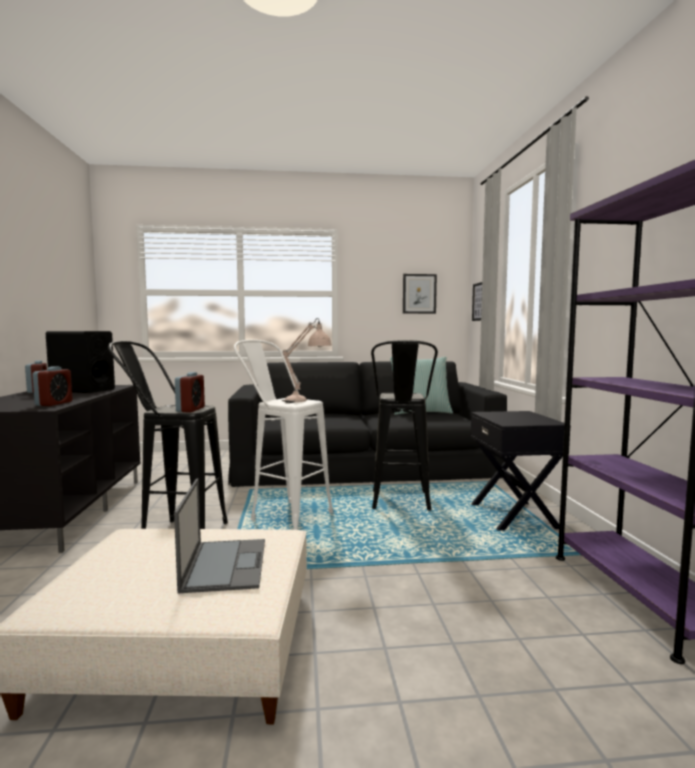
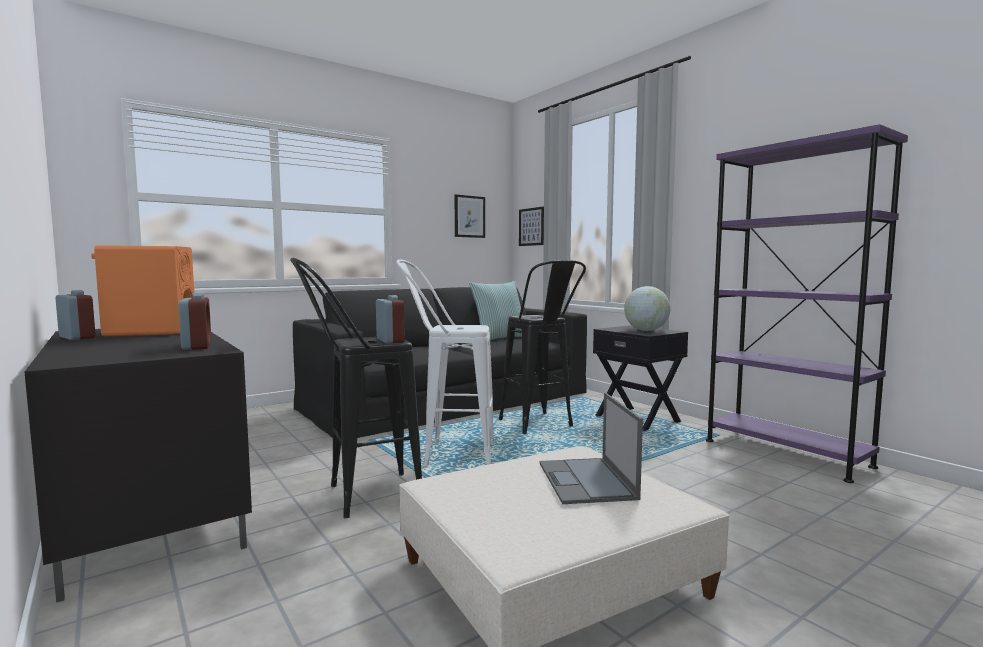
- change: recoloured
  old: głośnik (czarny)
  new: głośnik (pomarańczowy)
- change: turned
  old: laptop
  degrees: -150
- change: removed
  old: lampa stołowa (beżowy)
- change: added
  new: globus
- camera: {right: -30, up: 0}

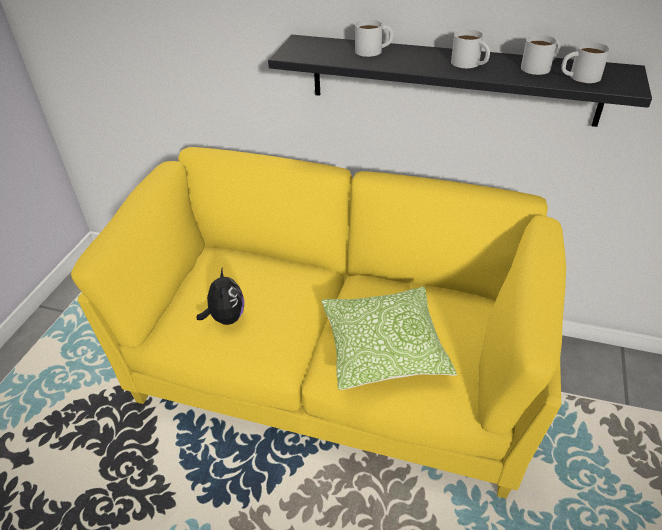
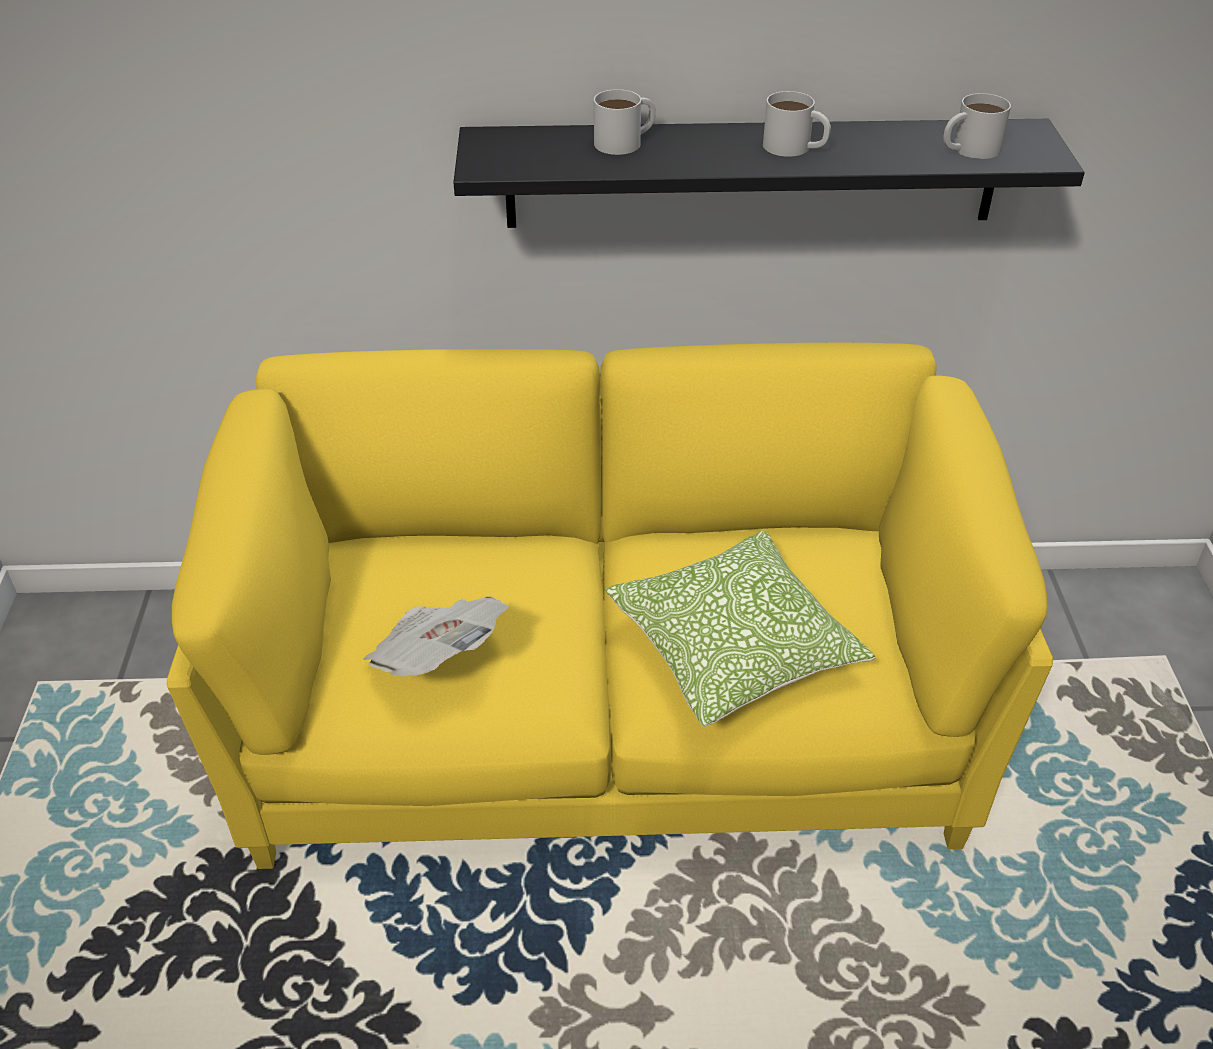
- change: replaced
  old: pluszak
  new: gazeta
- change: removed
  old: kubek (biały) (3rd from left)
- camera: {right: -20, up: 0}

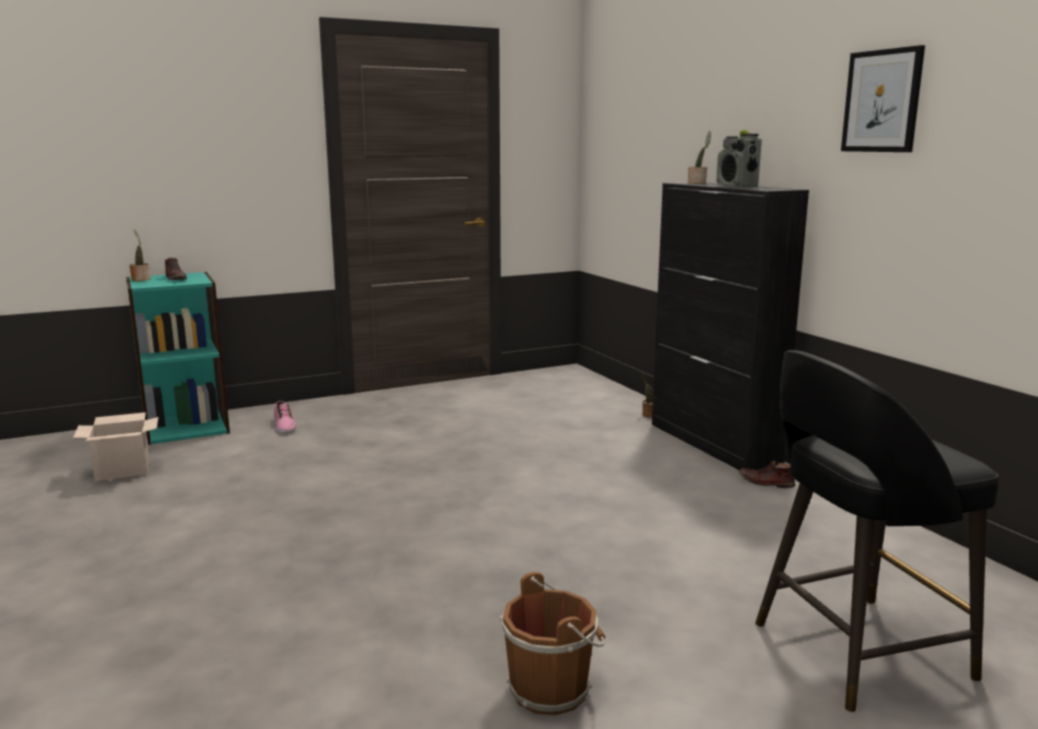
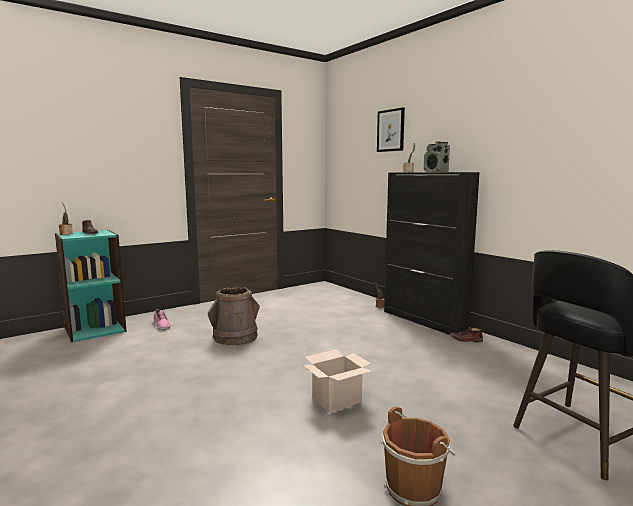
- change: moved
  old: karton
- change: moved
  old: obraz
- change: added
  new: wiadro (brązowy) (1st from left)
- camera: {right: -10, up: -5}

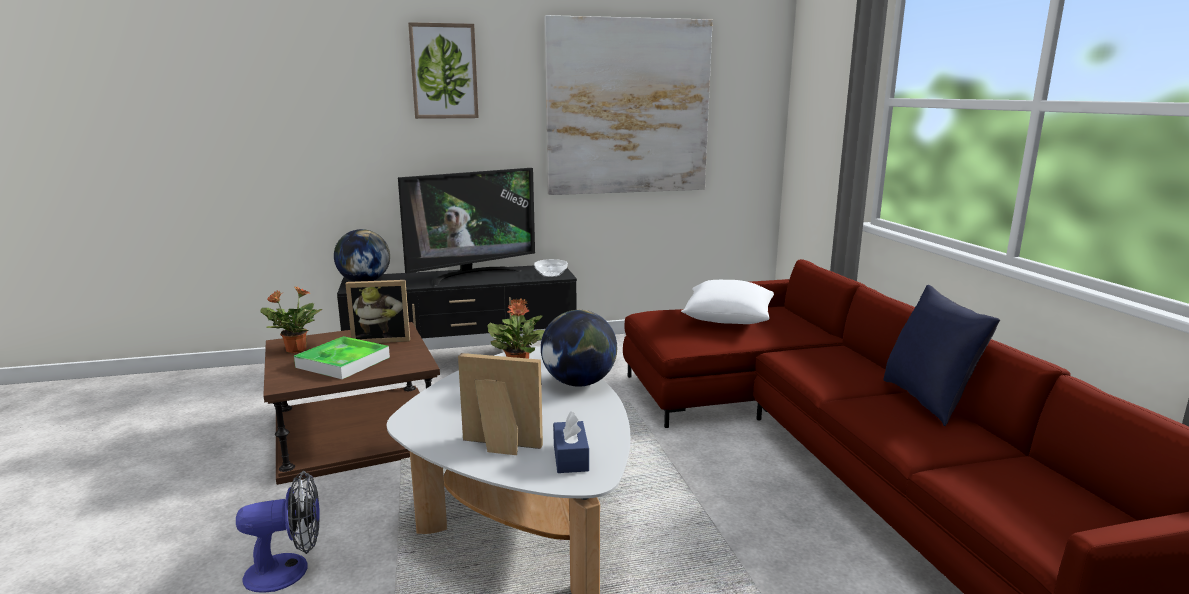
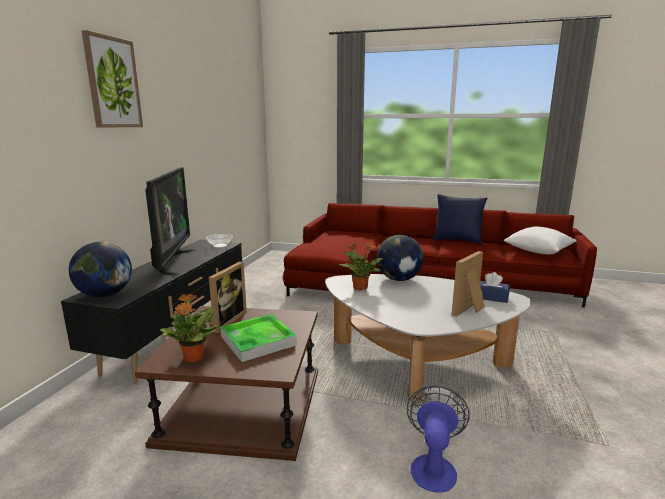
- change: removed
  old: obraz (2nd from left)
- change: moved
  old: poduszka (biały)
- camera: {right: -60, up: 0}

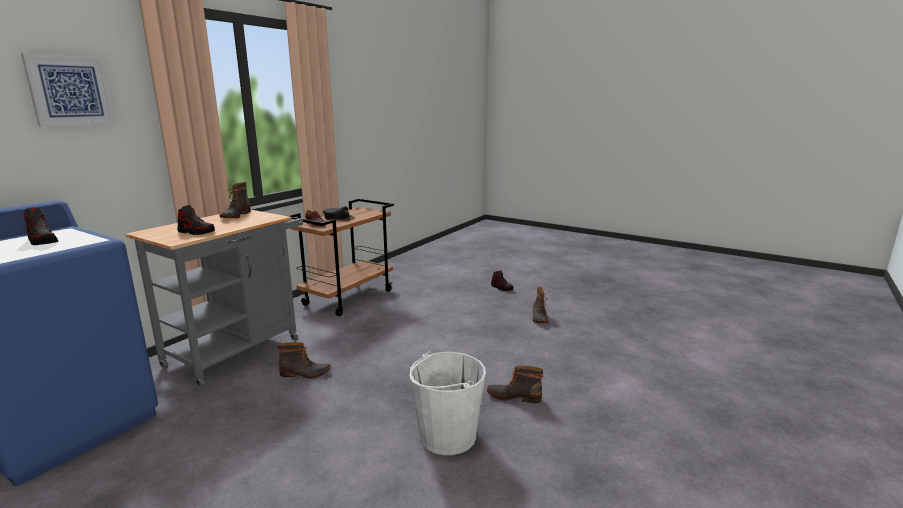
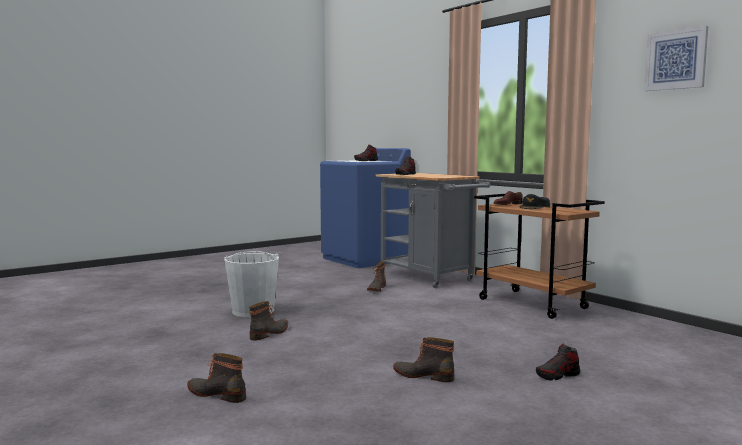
- change: moved
  old: obraz
- change: moved
  old: but z cholewką (1st from left)
- camera: {right: 110, up: -10}

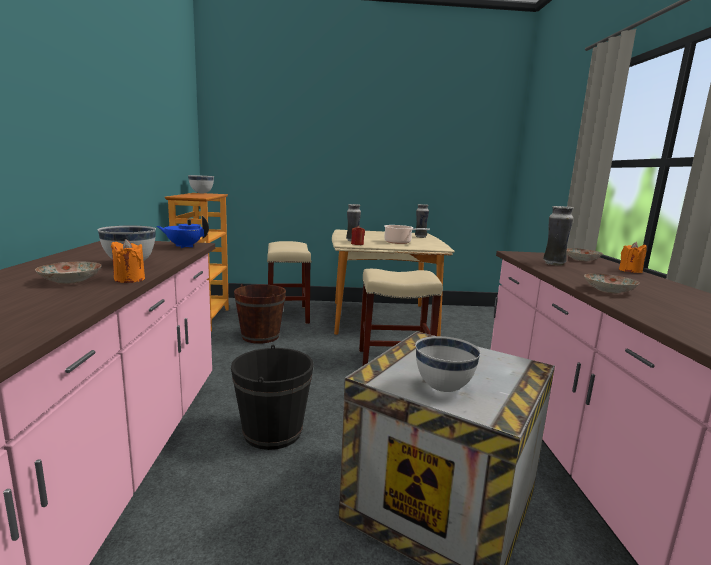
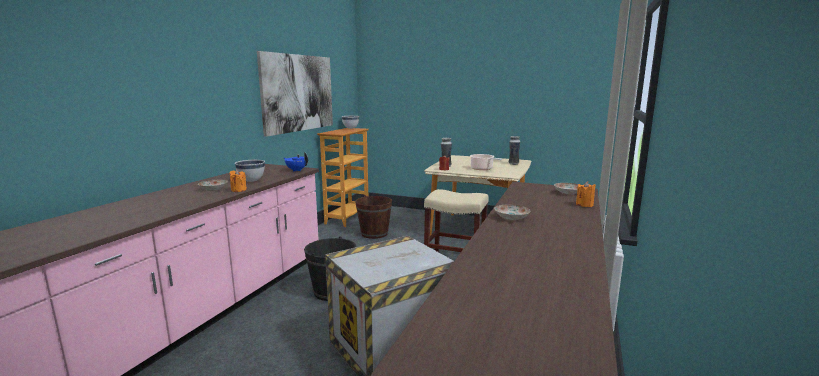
- change: removed
  old: stołek (beżowy) (1st from left)
- change: removed
  old: miska (biały) (3rd from left)
- change: removed
  old: wazon (3rd from left)
- change: added
  new: obraz
- camera: {right: 25, up: 0}

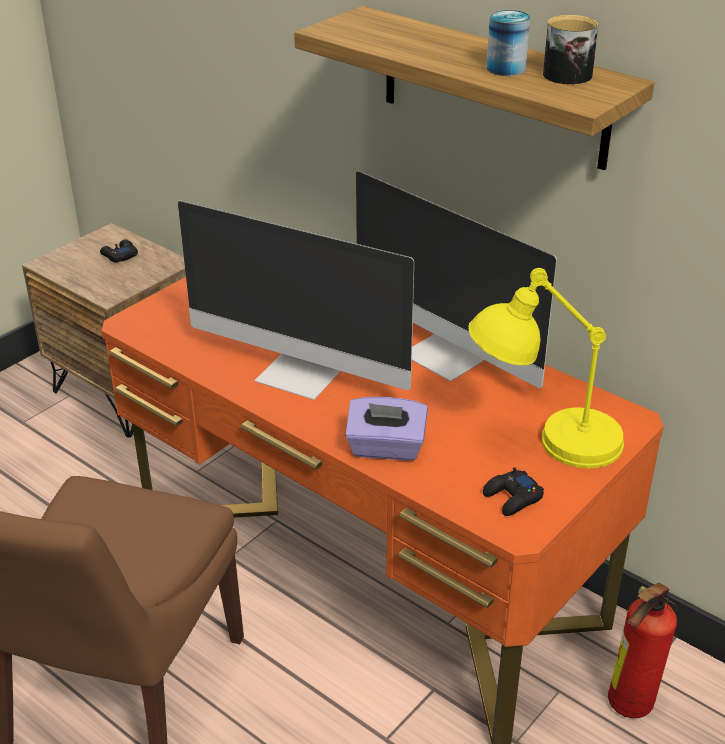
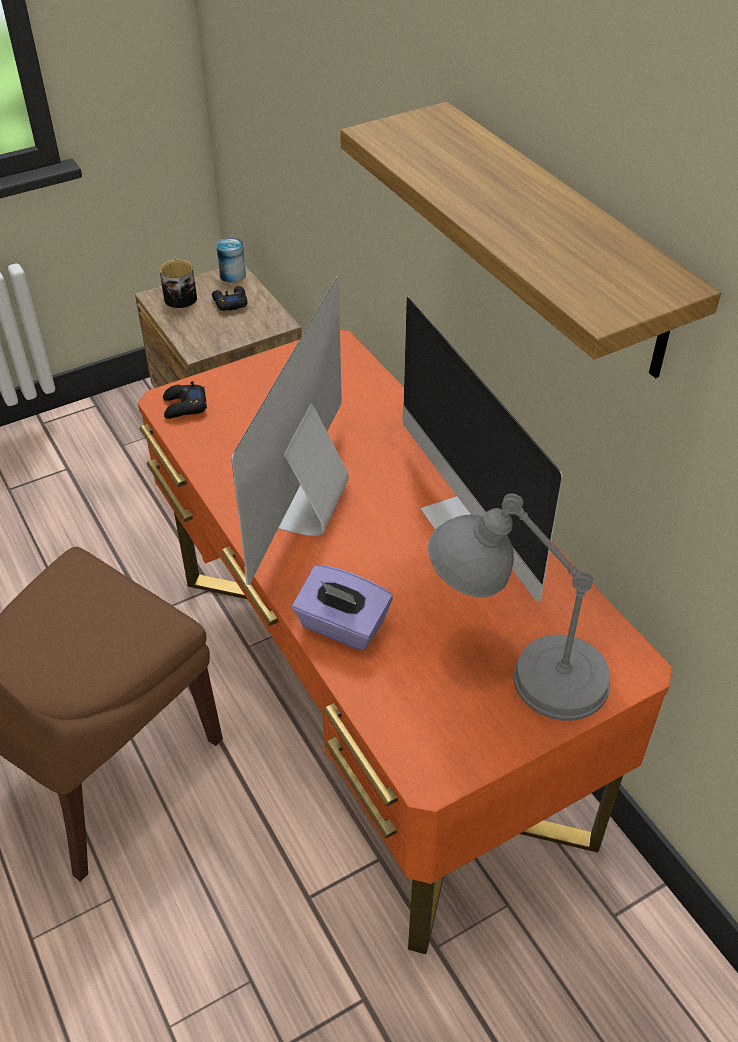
- change: turned
  old: monitor (1st from left)
  degrees: 60
- change: recoloured
  old: lampa stołowa (żółty)
  new: lampa stołowa (szary)
- change: moved
  old: pad do gier (czarny) (2nd from left in the first image)
  new: pad do gier (czarny) (1st from left)
- change: moved
  old: puszka
- change: moved
  old: kubek
- change: removed
  old: gaśnica
- camera: {right: 20, up: 10}

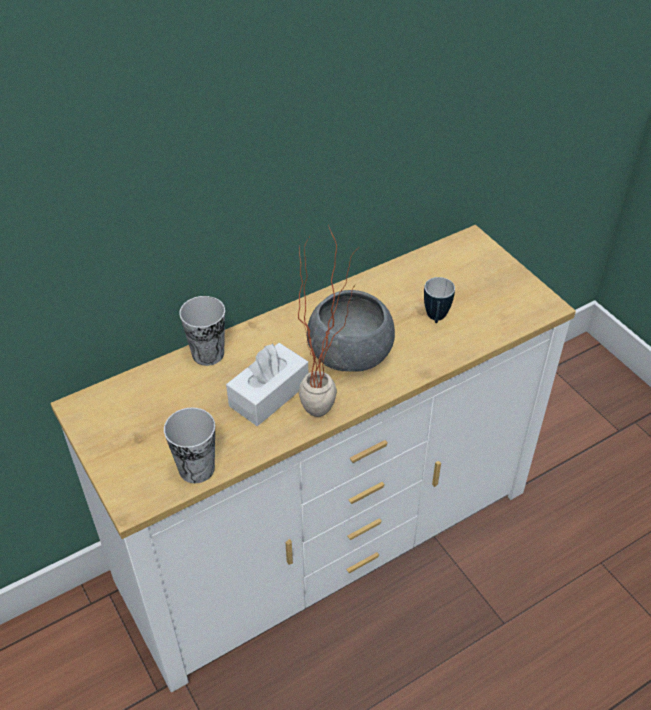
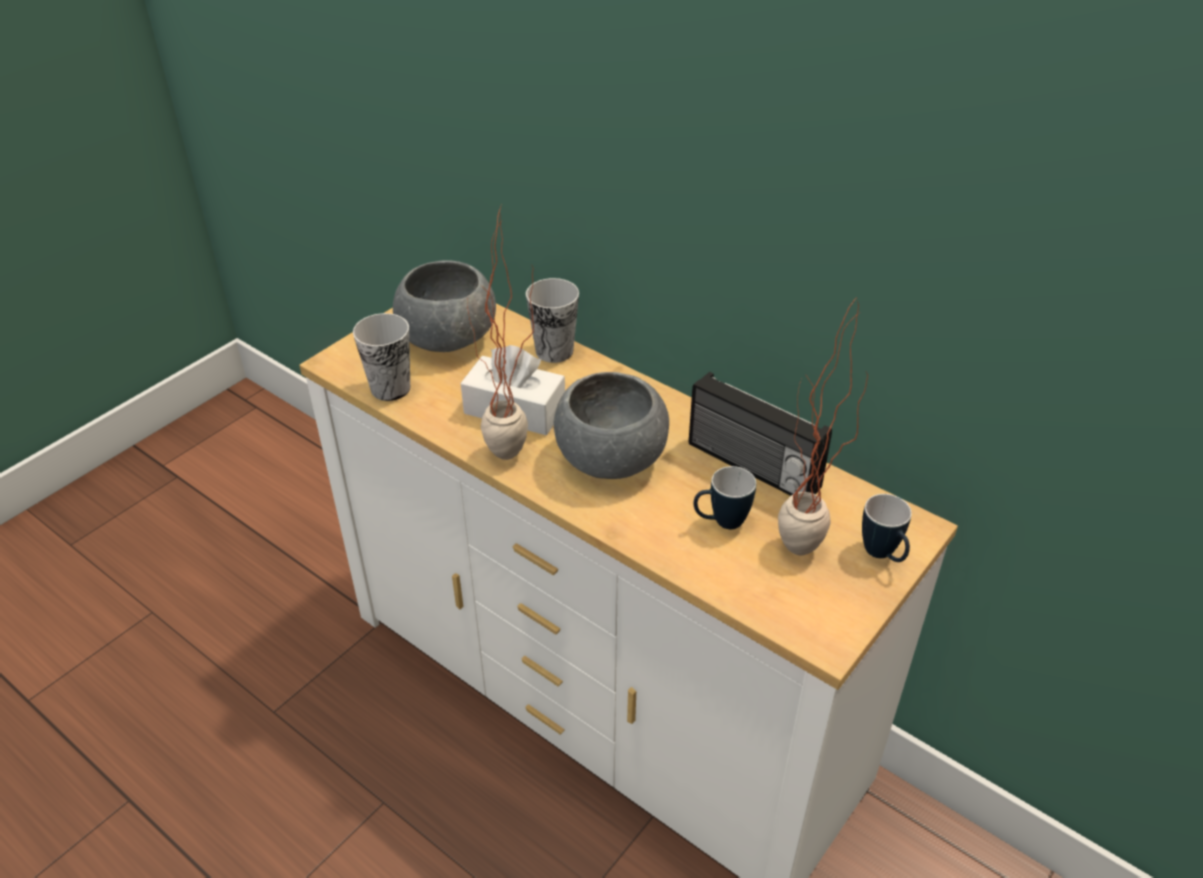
- change: added
  new: miska (szary) (1st from left)
- change: added
  new: radio
- change: added
  new: roślina doniczkowa (2nd from left)
- change: added
  new: kubek (2nd from left)
- camera: {right: 70, up: -5}

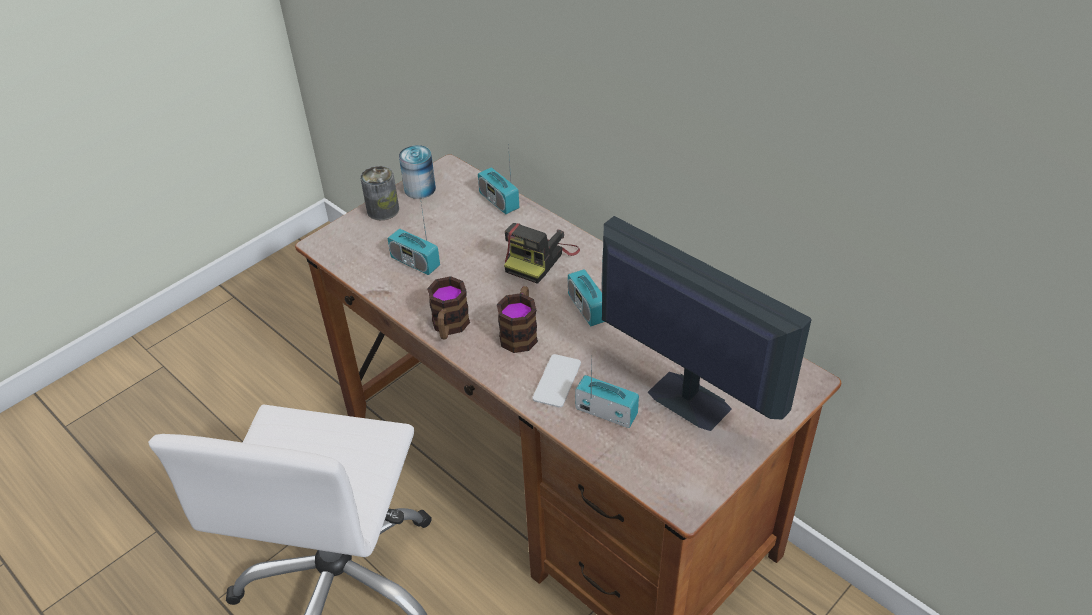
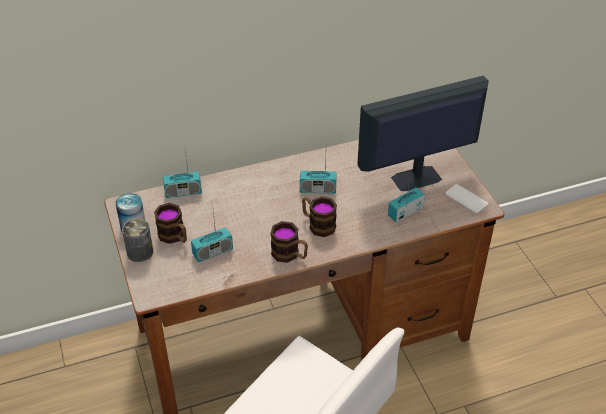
- change: removed
  old: aparat fotograficzny
- change: moved
  old: telefon
- change: added
  new: kubek (1st from left)
- camera: {right: -65, up: 0}

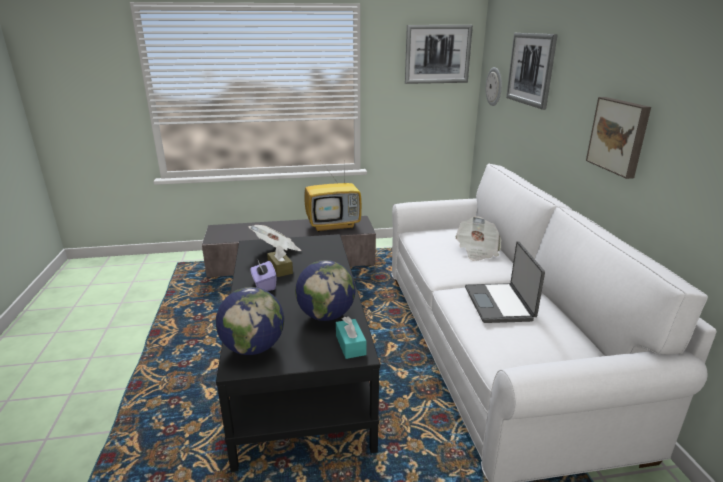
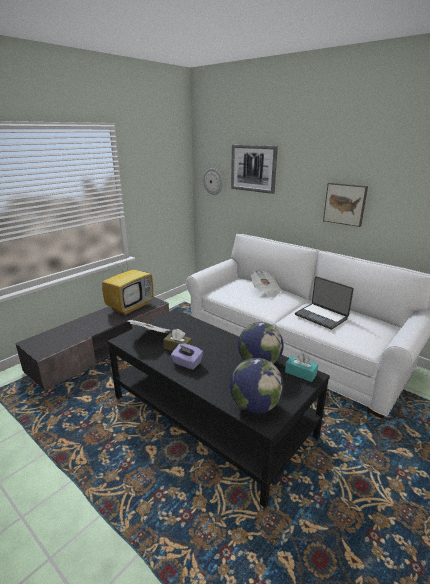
- change: removed
  old: obraz (1st from left)
- camera: {right: -40, up: 0}

